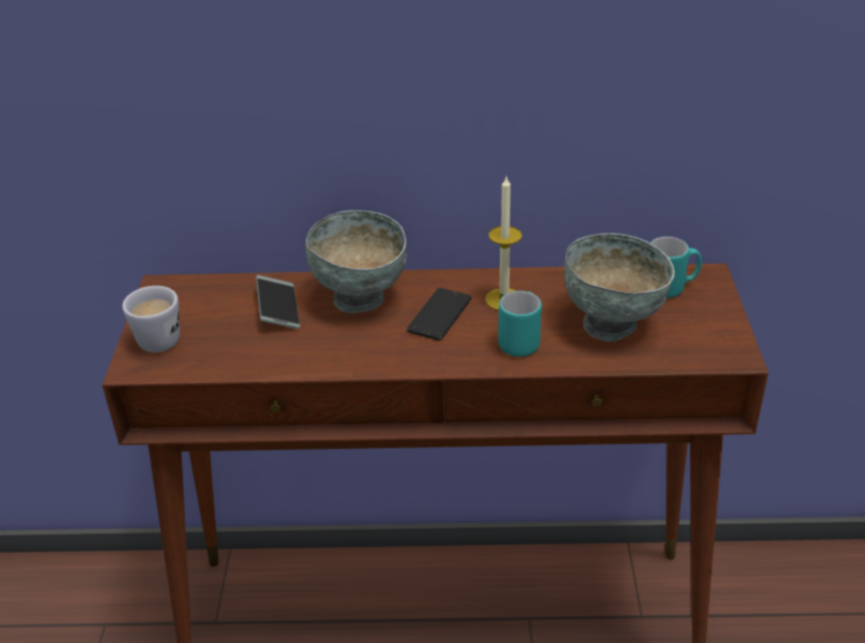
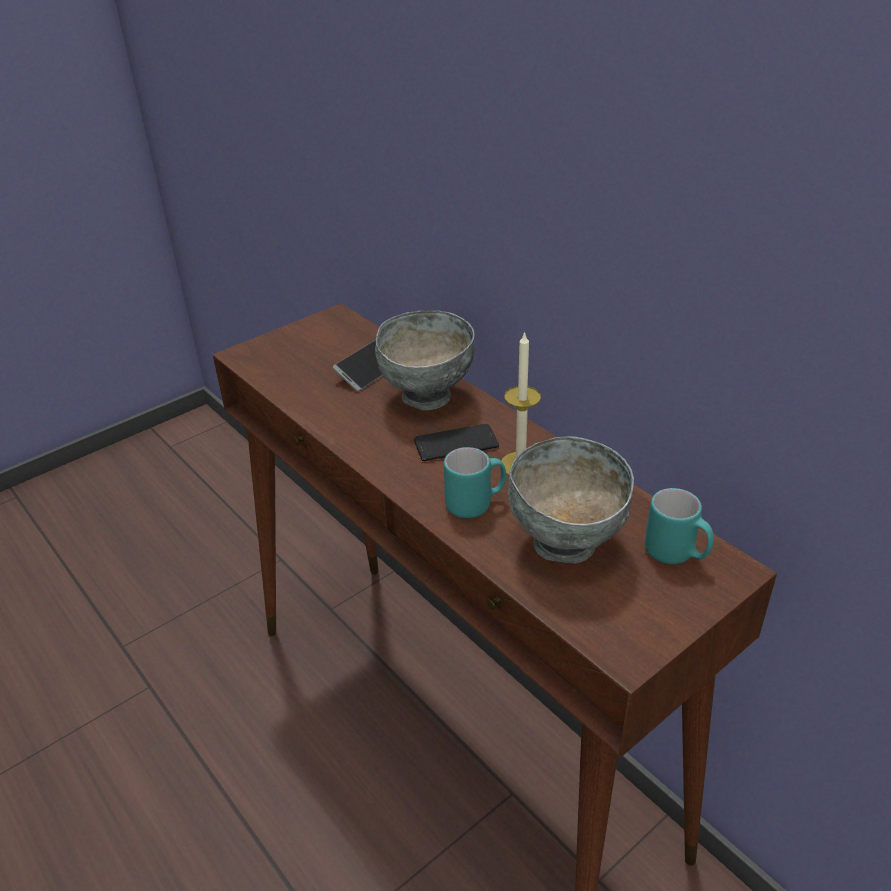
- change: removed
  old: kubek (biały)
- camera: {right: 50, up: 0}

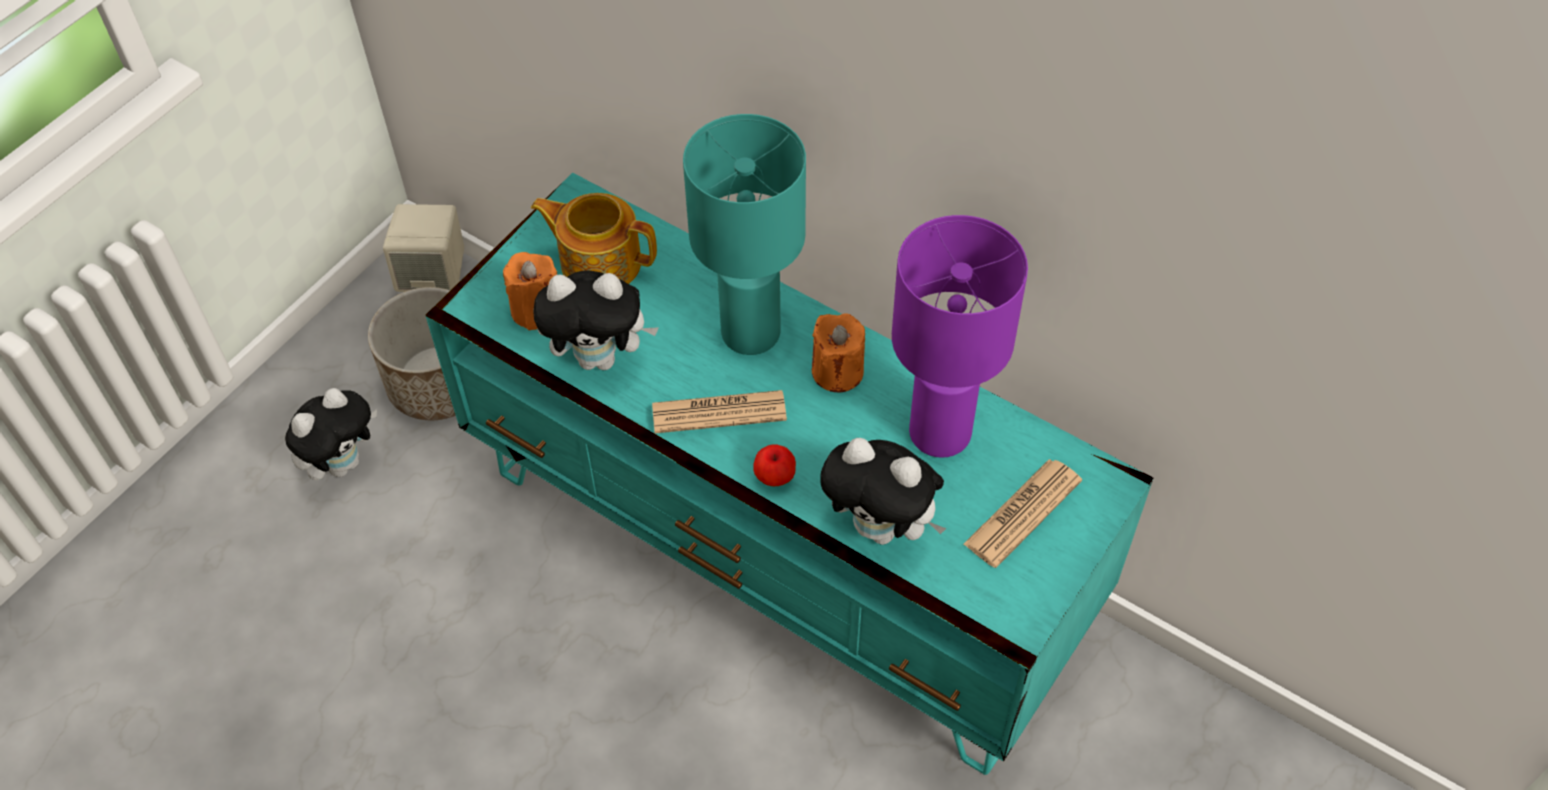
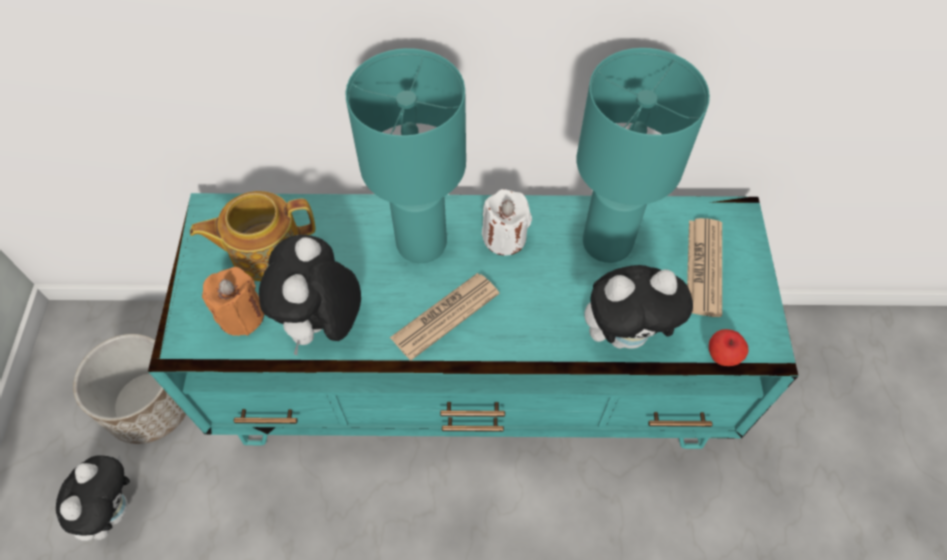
- change: removed
  old: głośnik (beżowy)
- change: turned
  old: pluszak (2nd from left)
  degrees: 135
- change: moved
  old: jabłko
- change: recoloured
  old: świeca (pomarańczowy) (2nd from left)
  new: świeca (biały)
- change: recoloured
  old: lampa stołowa (fioletowy)
  new: lampa stołowa (turkusowy) (2nd from left)
- camera: {right: -35, up: 5}

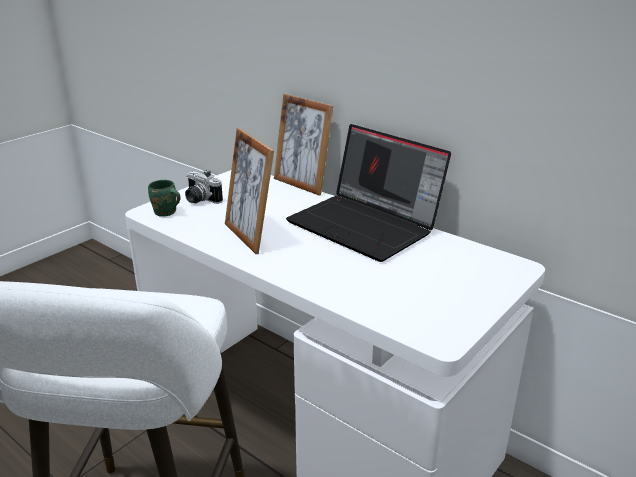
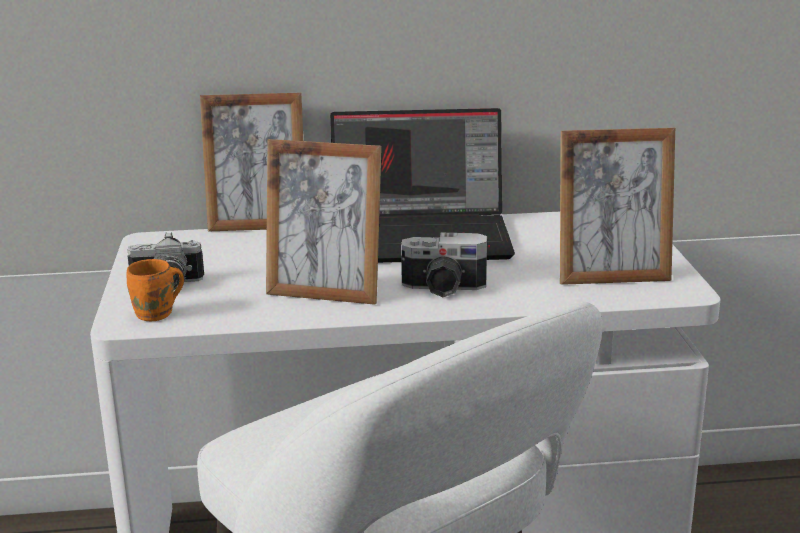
- change: recoloured
  old: kubek (zielony)
  new: kubek (pomarańczowy)
- change: added
  new: aparat fotograficzny (2nd from left)
- change: added
  new: ramka na zdjęcie (3rd from left)
- camera: {right: -45, up: -5}

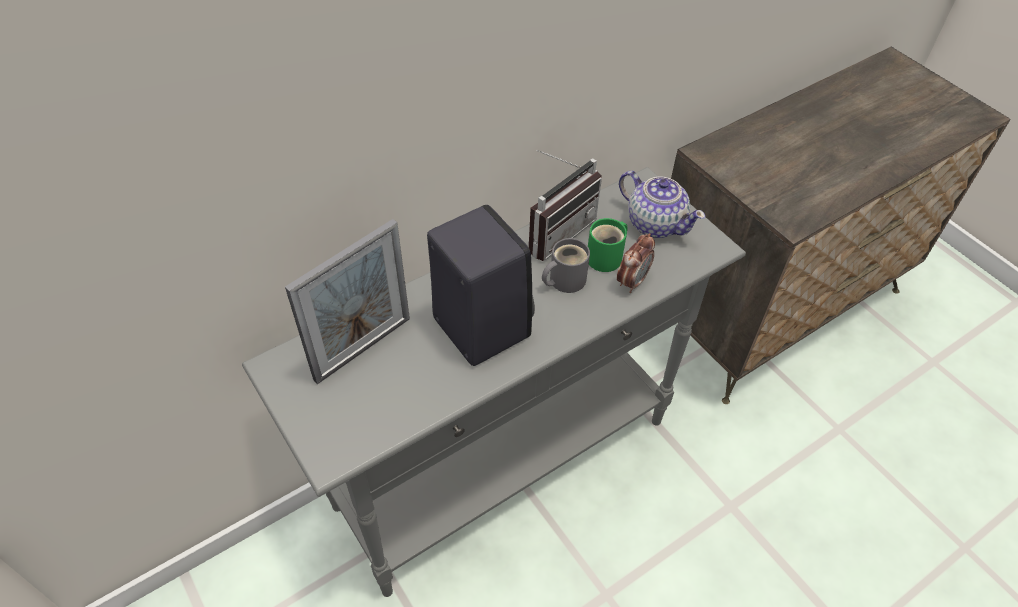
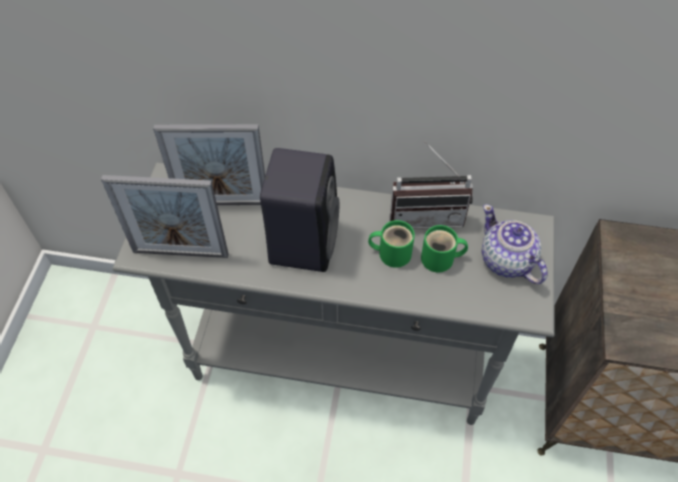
- change: recoloured
  old: kubek (szary)
  new: kubek (zielony) (1st from left)
- change: removed
  old: budzik
- change: turned
  old: imbryk
  degrees: 150
- change: added
  new: ramka na zdjęcie (1st from left)
- camera: {right: 45, up: 5}

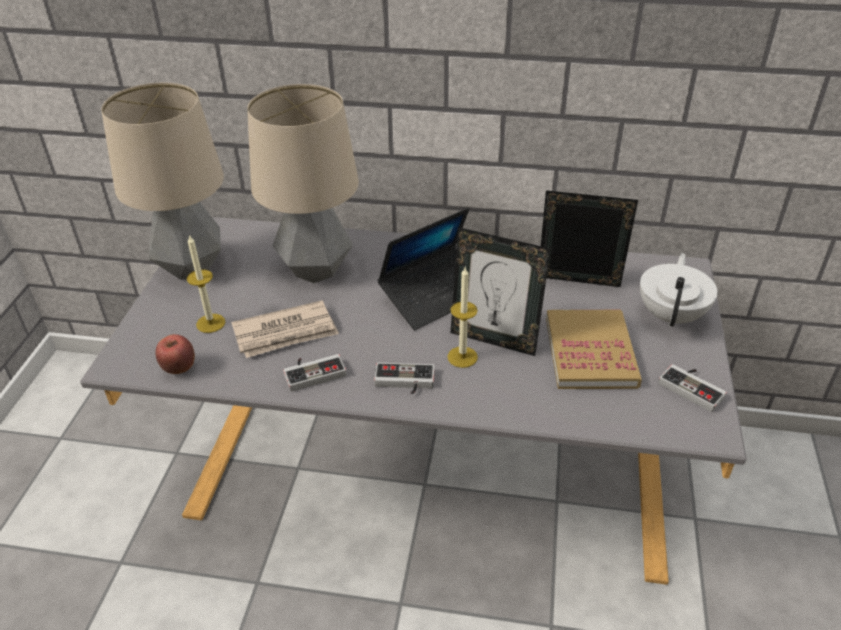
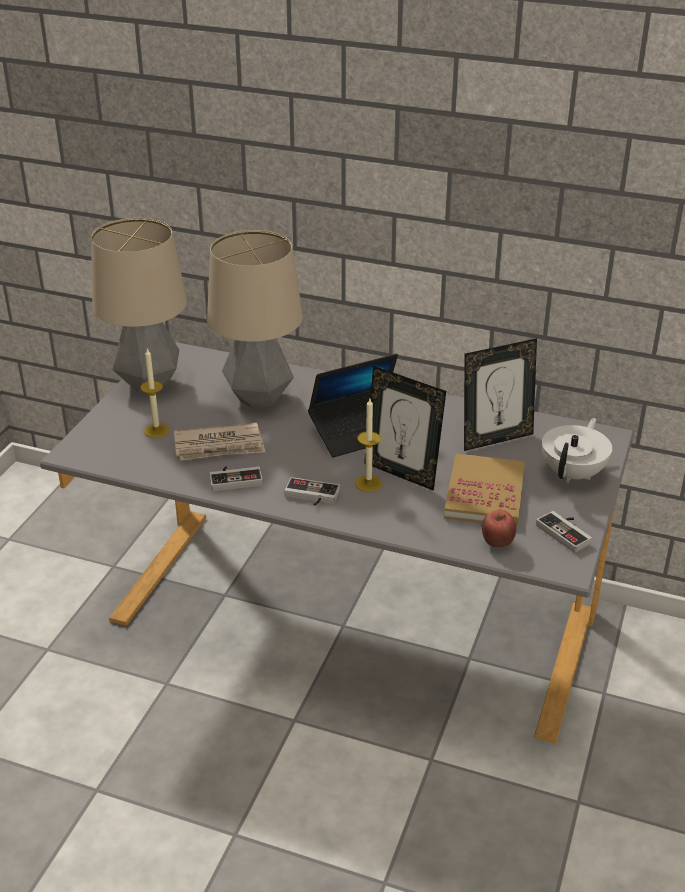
- change: moved
  old: jabłko
- change: turned
  old: ramka na zdjęcie (2nd from left)
  degrees: 135
- camera: {right: 10, up: -5}

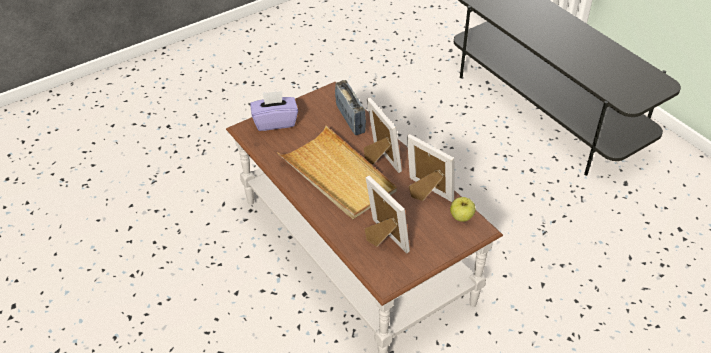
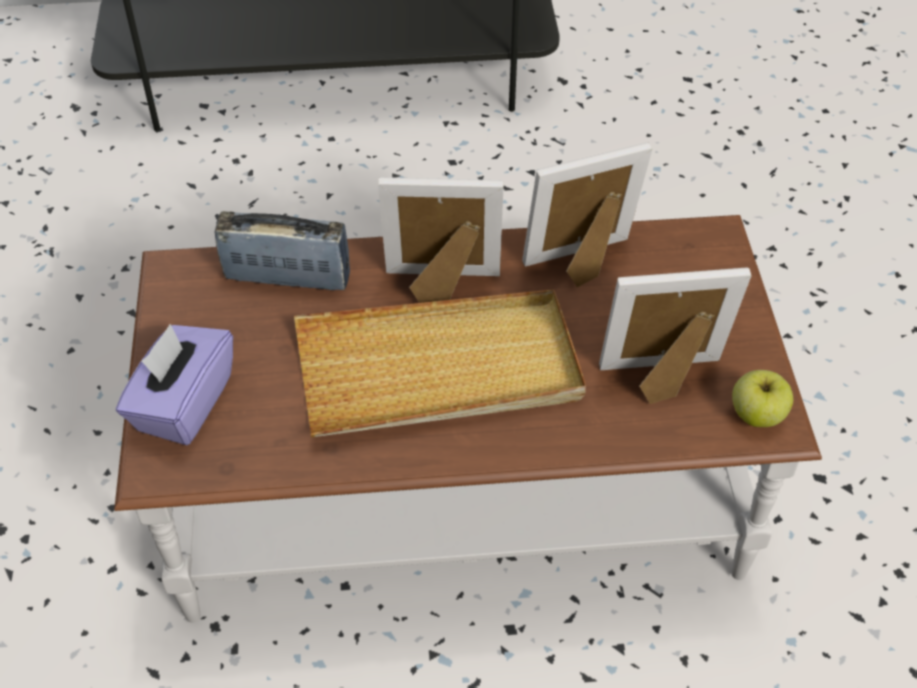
- change: moved
  old: jabłko
- camera: {right: -60, up: 5}

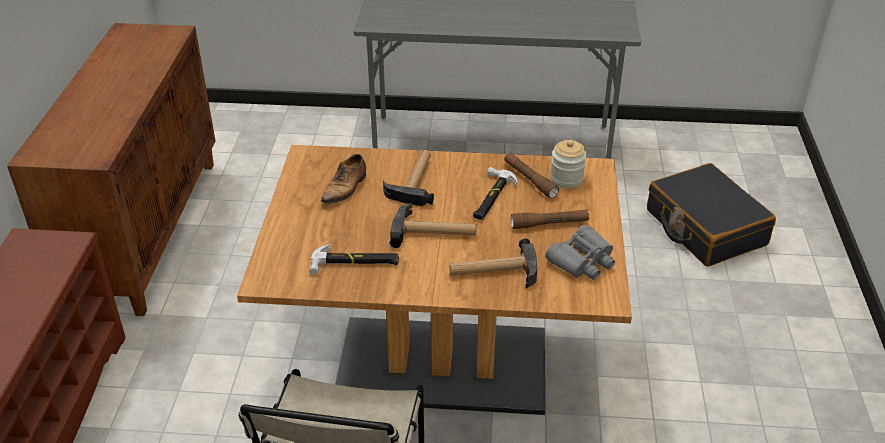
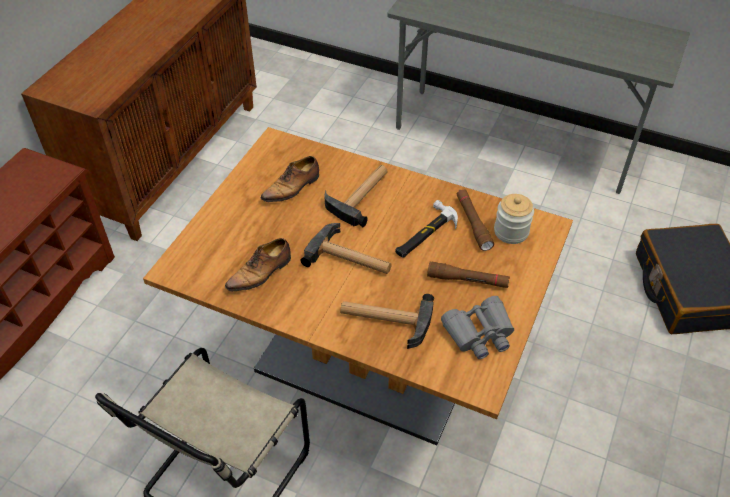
- change: replaced
  old: młotek (1st from left)
  new: but (1st from left)
- camera: {right: 20, up: 10}

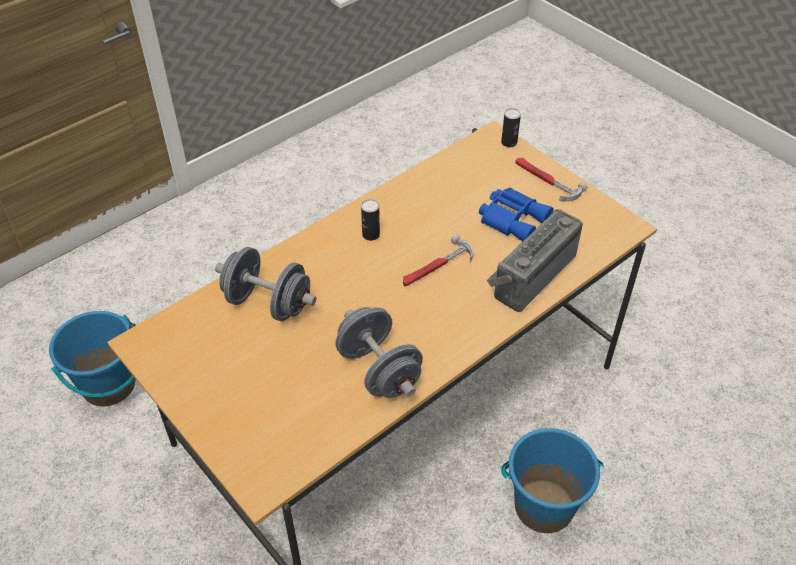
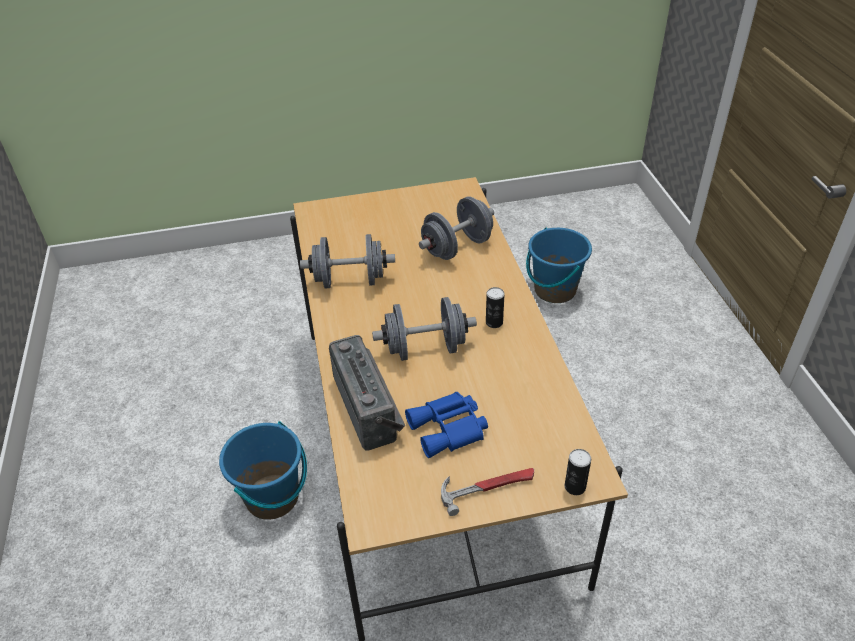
- change: replaced
  old: młotek (1st from left)
  new: hantel (szary) (2nd from left)
- camera: {right: 120, up: -5}

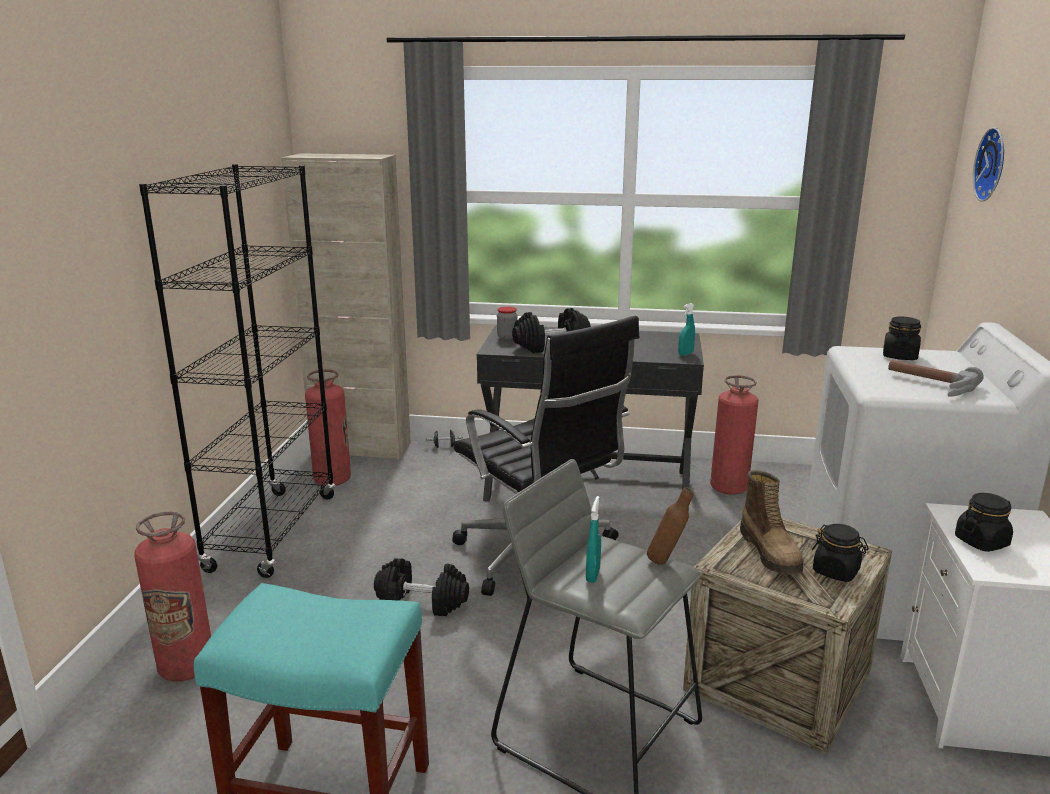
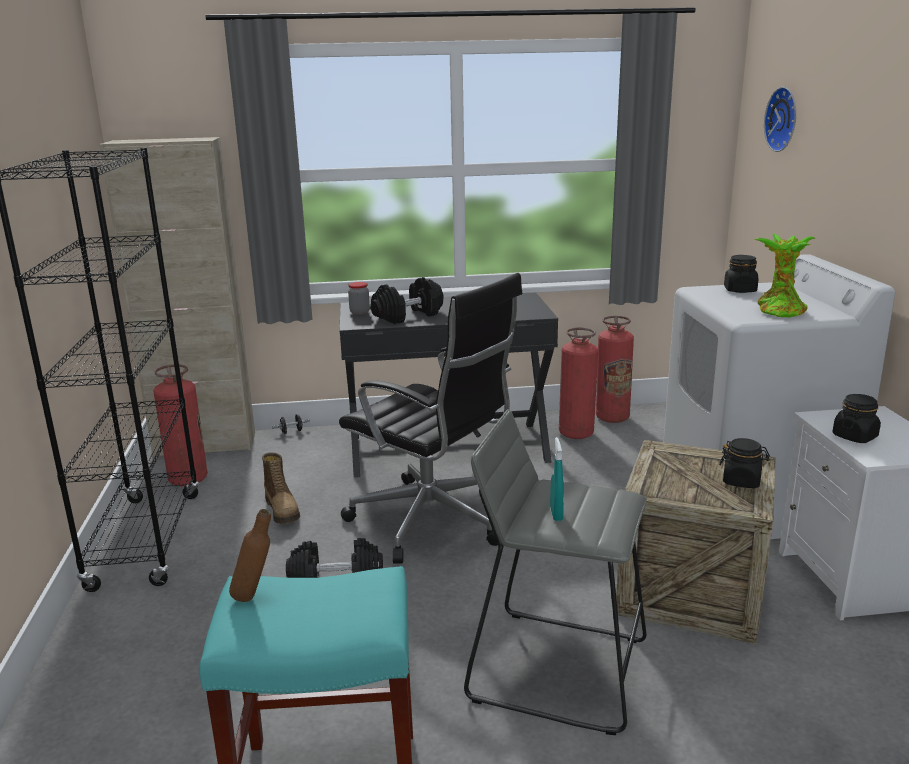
- change: moved
  old: gaśnica (1st from left in the first image)
  new: gaśnica (3rd from left)
- change: moved
  old: butelka (brązowy)
- change: removed
  old: spryskiwacz (turkusowy) (2nd from left)
- change: moved
  old: but z cholewką
- change: replaced
  old: młotek
  new: roślina doniczkowa
- camera: {right: -15, up: 0}

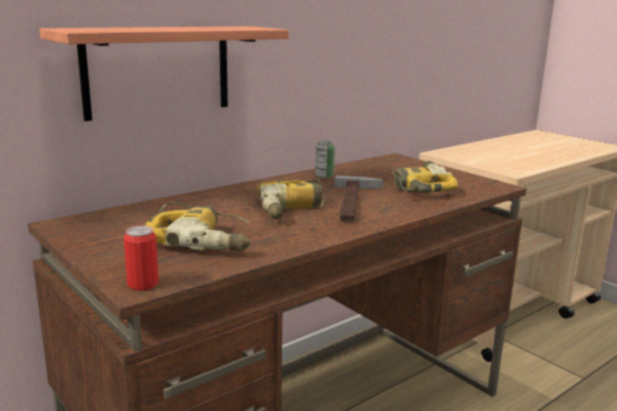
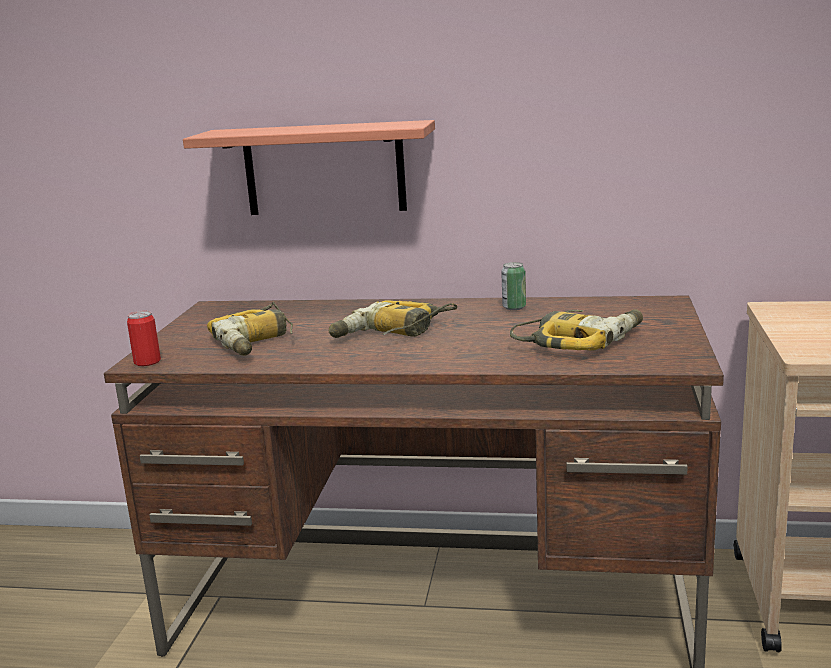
- change: removed
  old: młotek
- camera: {right: 50, up: 0}

